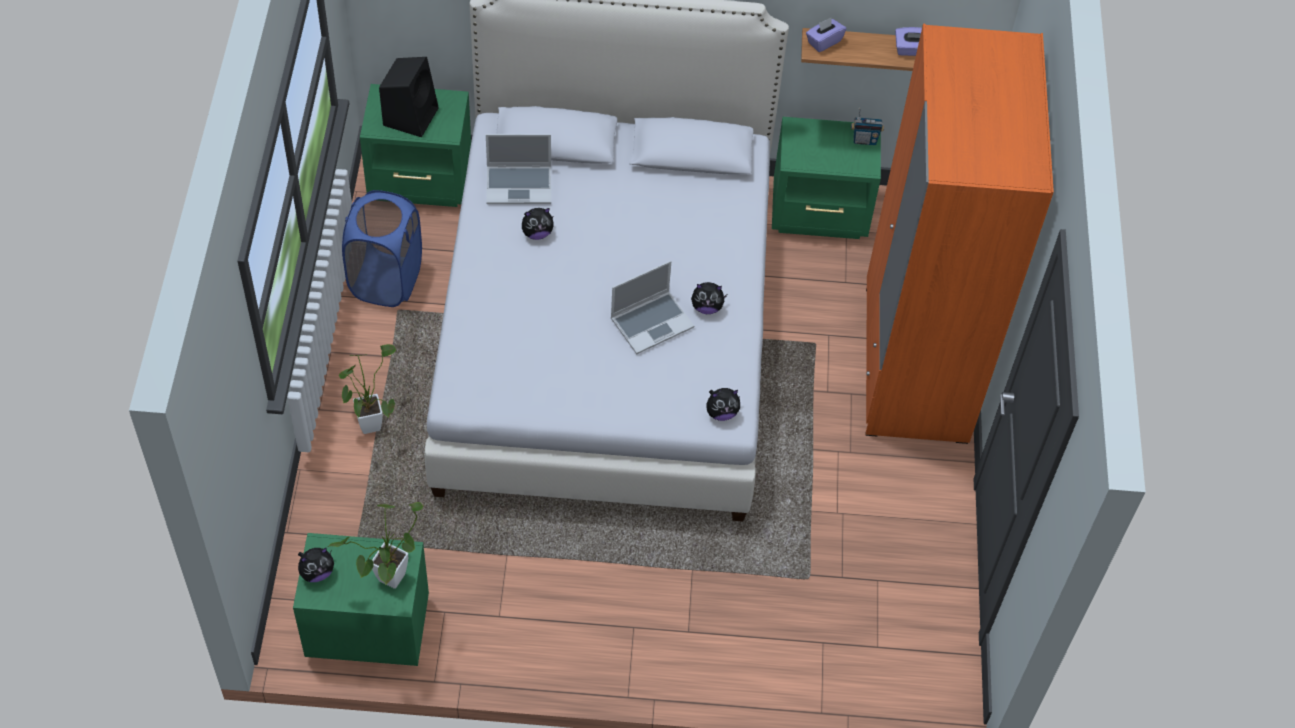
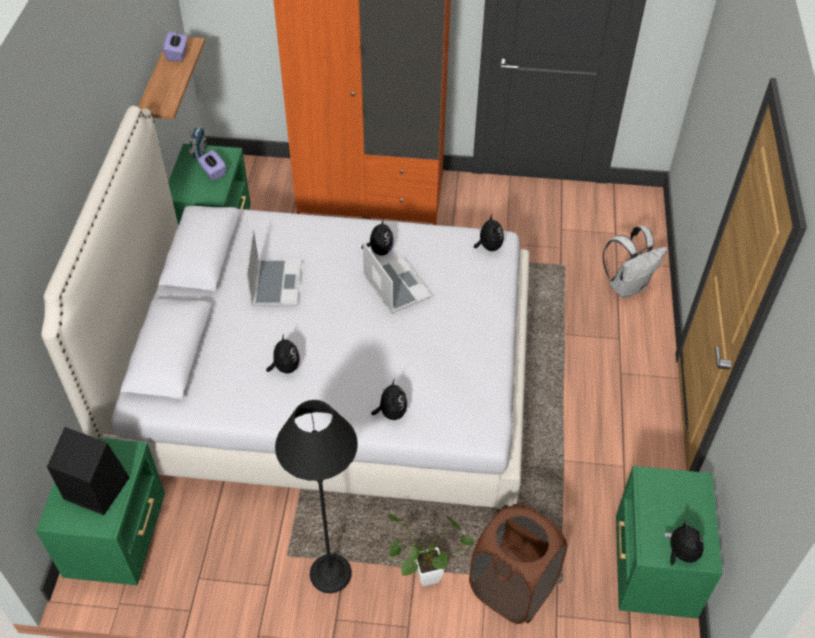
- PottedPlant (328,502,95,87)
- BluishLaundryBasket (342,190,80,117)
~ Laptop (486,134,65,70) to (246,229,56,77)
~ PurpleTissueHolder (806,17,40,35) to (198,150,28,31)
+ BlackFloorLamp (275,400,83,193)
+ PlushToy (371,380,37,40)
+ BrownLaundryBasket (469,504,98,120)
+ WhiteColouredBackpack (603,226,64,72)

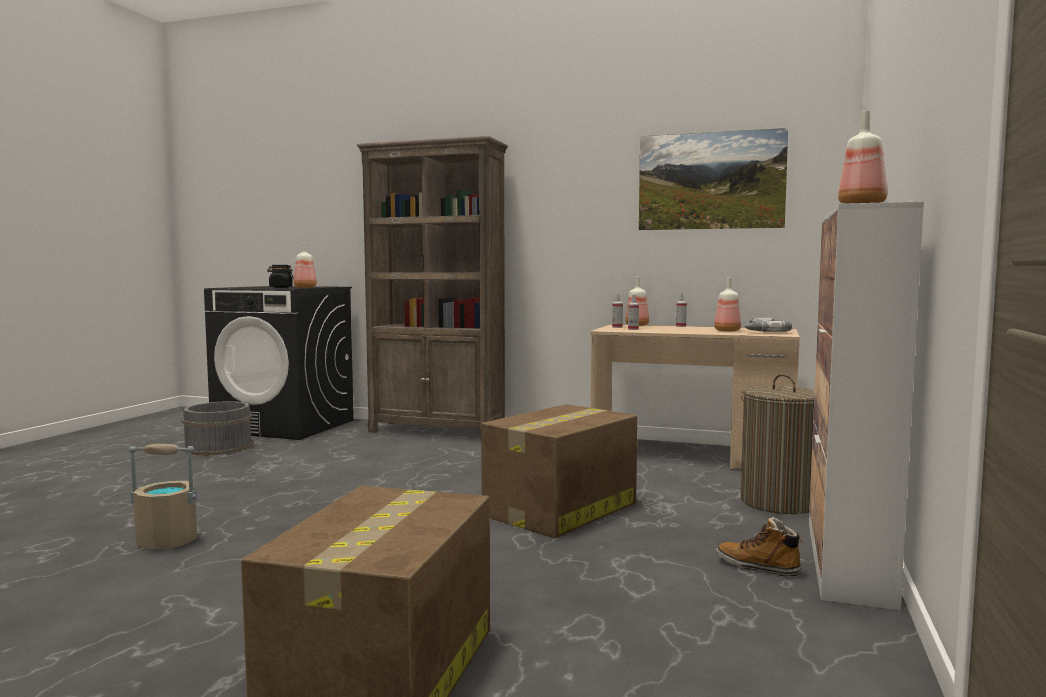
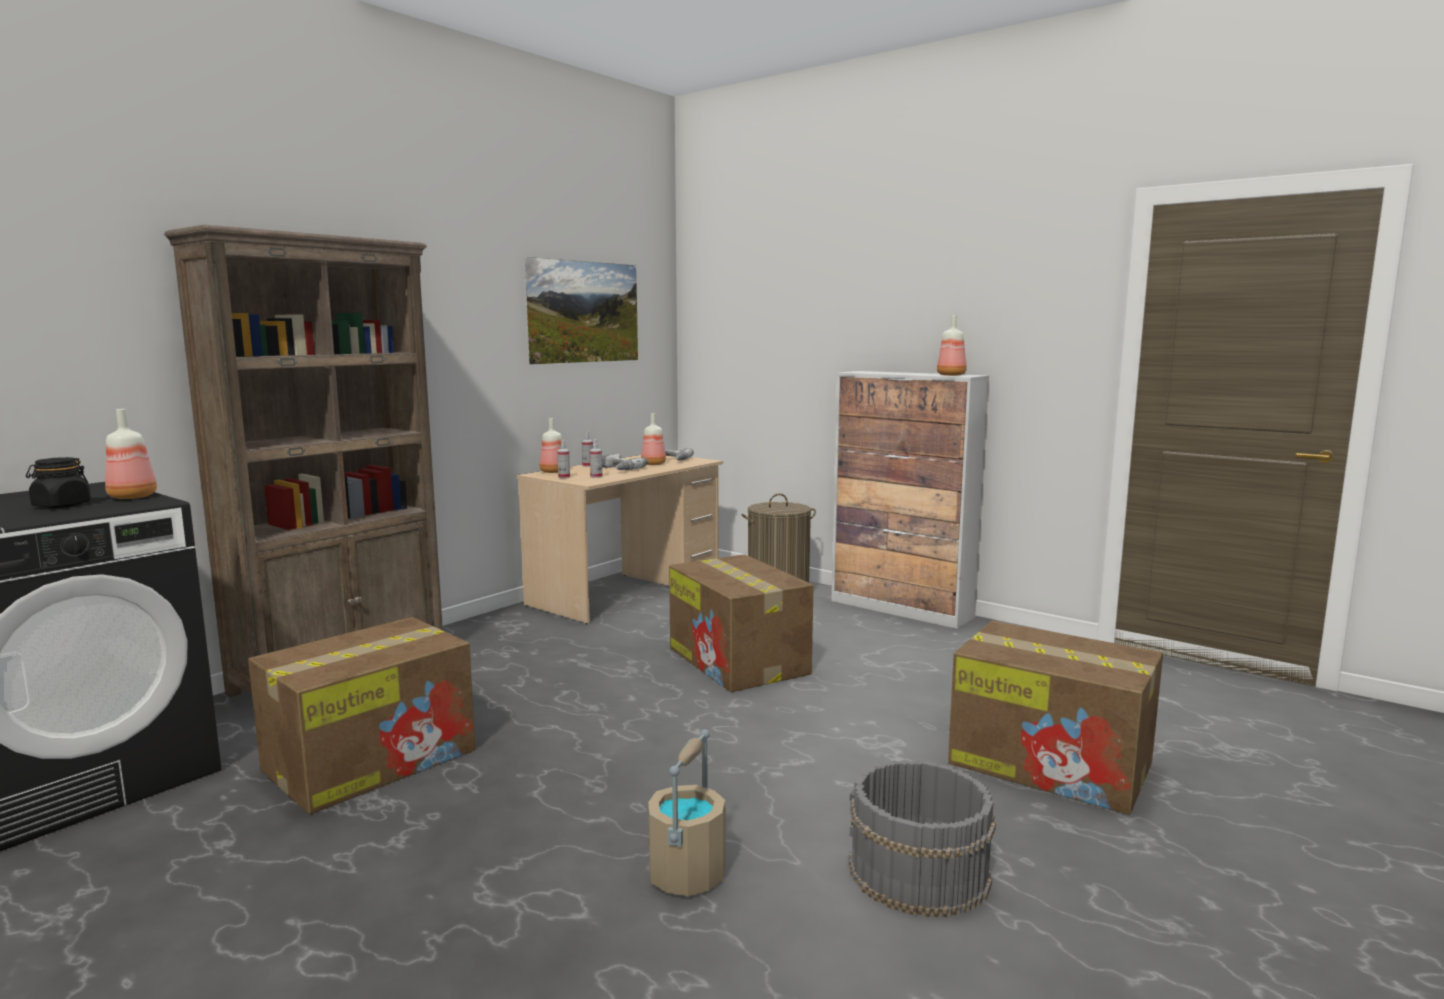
~ GrayBucket (182,401,71,54) to (849,760,147,158)
- Boot (716,517,87,59)
+ PackingBox (248,617,228,197)
+ ElectricDrill (602,453,46,17)

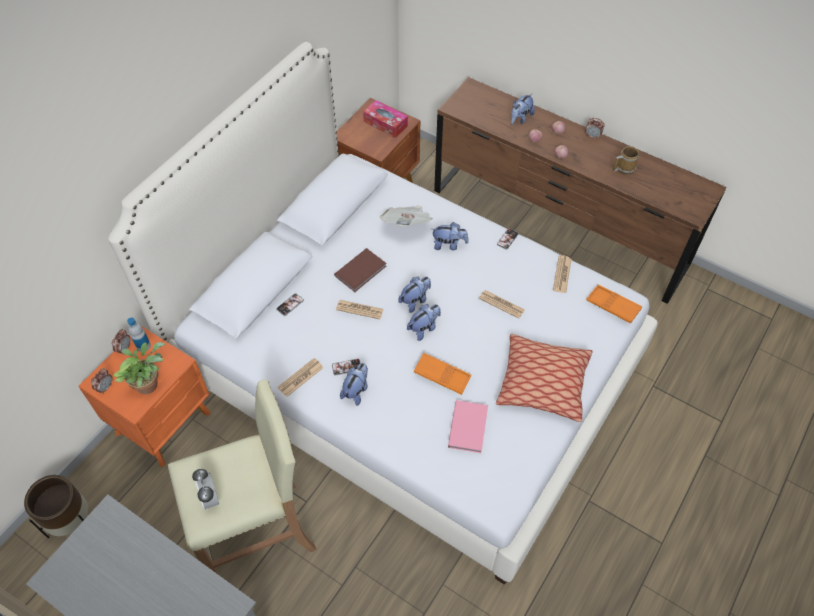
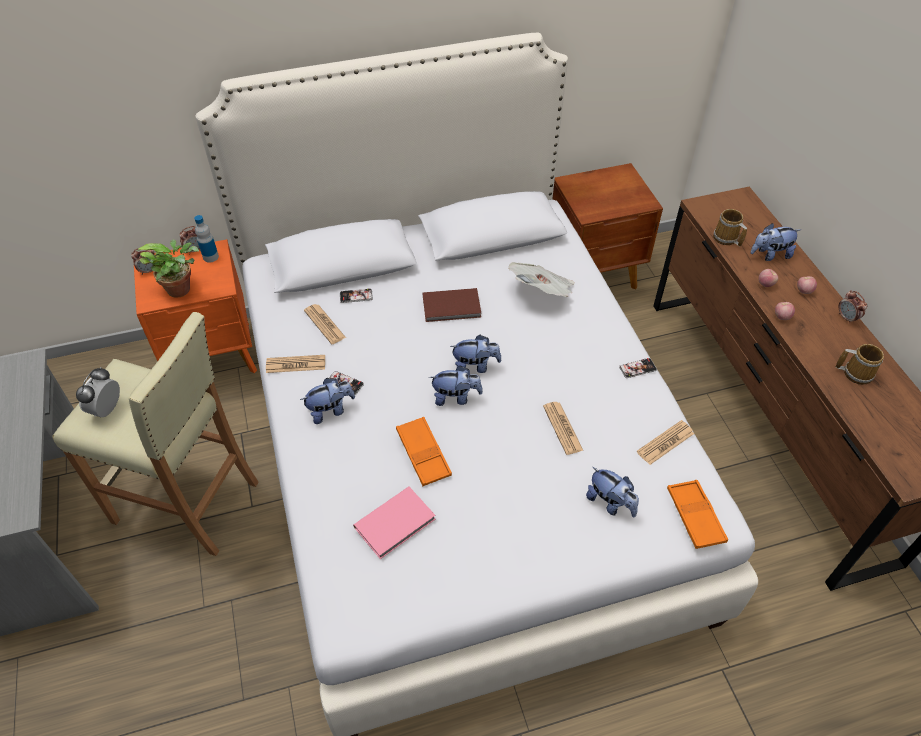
- BrownPlantPot (24,475,64,63)
~ Newspaper (336,300,48,19) to (304,304,42,40)
- TissueHolder (363,100,45,38)
~ PlushToy (432,222,36,28) to (586,467,53,51)
- Pillow (496,334,97,88)
+ Mug (713,209,34,37)

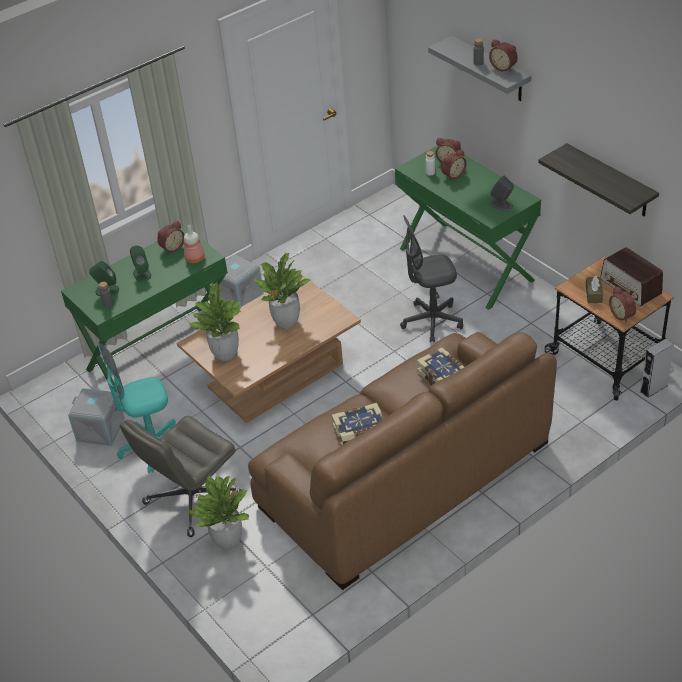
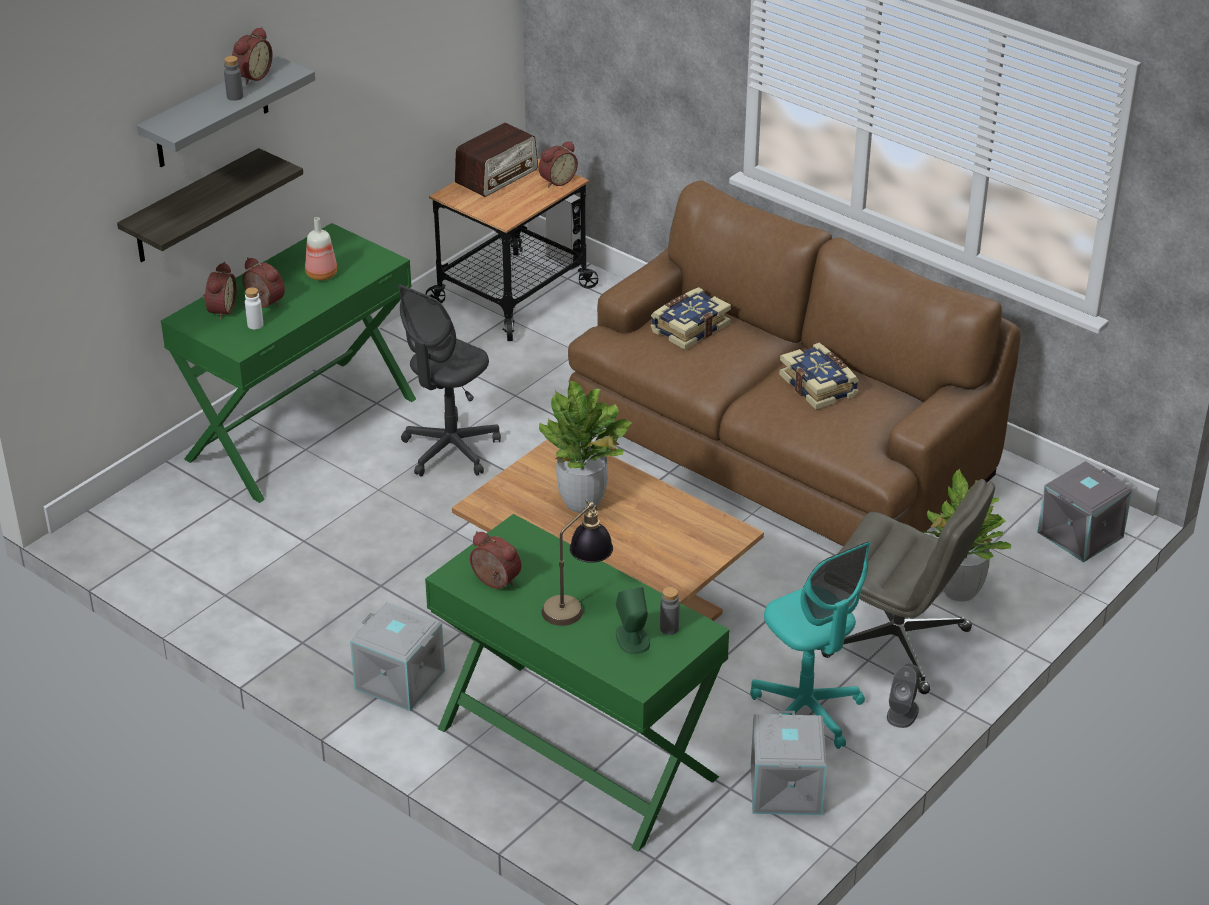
~ GreenAudioSpeaker (130,246,21,36) to LampForATable (541,500,72,126)
~ Bottle (184,225,21,38) to (305,217,32,63)
- PottedPlant (188,283,53,78)
~ GrayComputerChair (400,215,63,127) = (398,285,103,192) 60 degrees clockwise
~ GrayAudioSpeaker (490,176,24,35) to (887,664,33,64)
~ Shelf (538,143,121,74) to (117,148,186,114)
- BrownTissueHolder (586,275,17,28)
+ GrayStorageBin (1037,461,95,102)

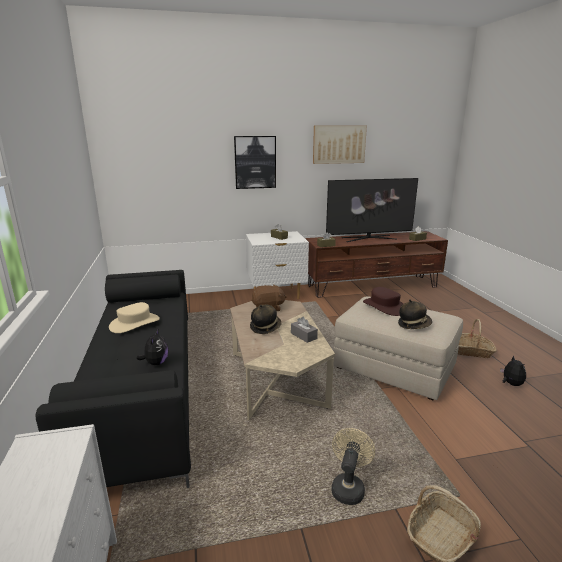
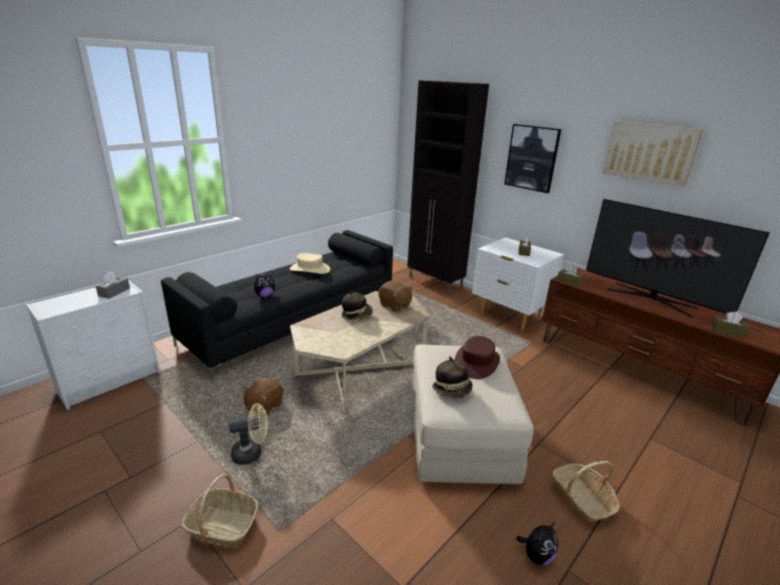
~ GrayTissueHolder (291,317,27,26) to (95,271,35,28)
+ BrownPlushToy (242,378,41,37)
+ BlackStorageCabinet (407,81,82,213)

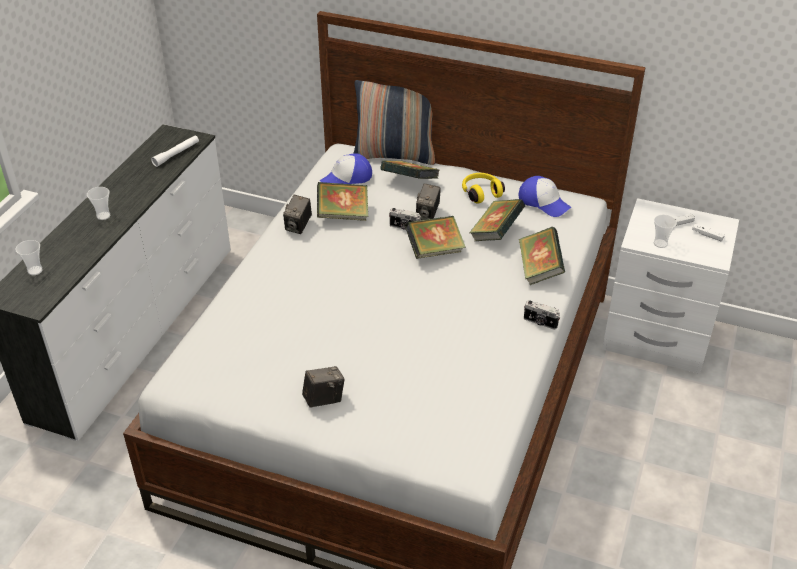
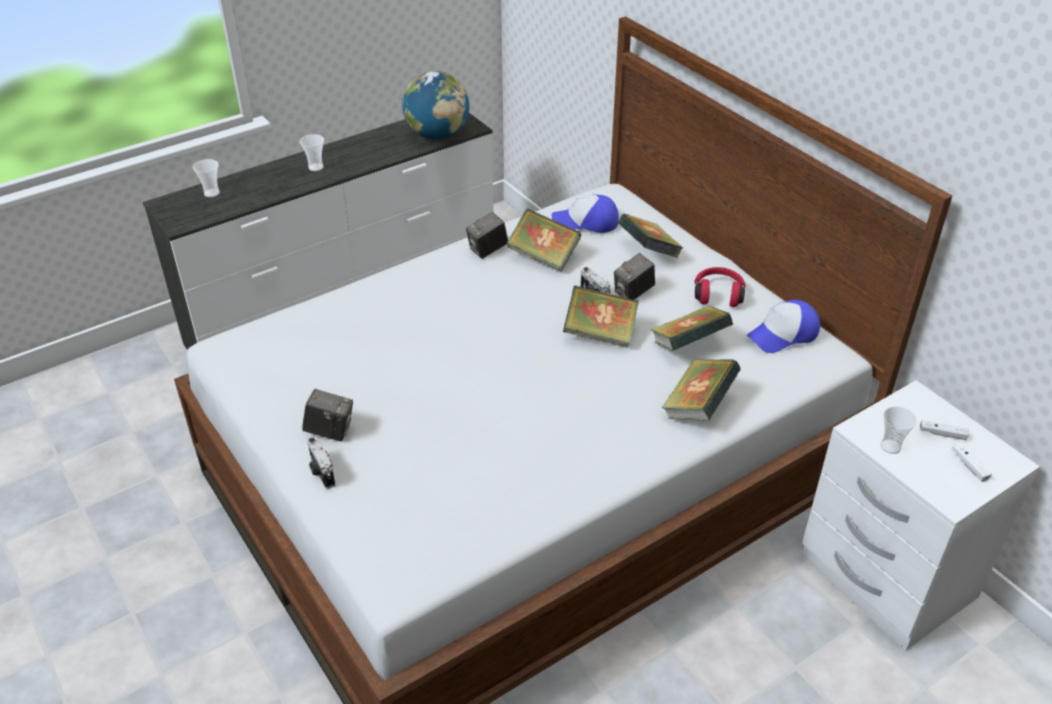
~ WhiteColouredHandTorch (151,135,48,32) to Globe (402,71,67,69)
- Pillow (353,80,82,85)
~ YellowHeadset (462,173,43,31) to RedColouredHeadset (695,267,50,40)
~ BaseballCap (518,176,53,41) = (746,300,74,53) 75 degrees clockwise
~ StillCamera (524,300,36,30) to (307,437,28,52)

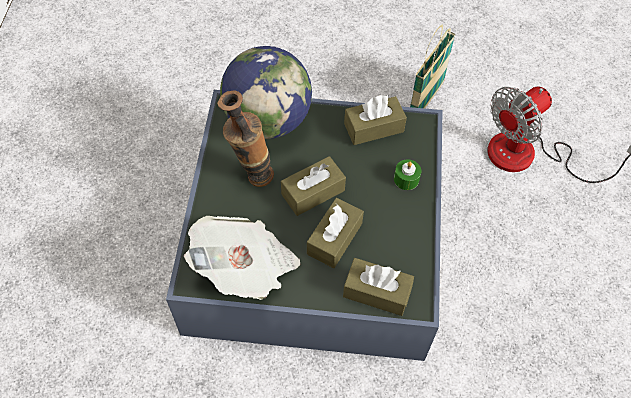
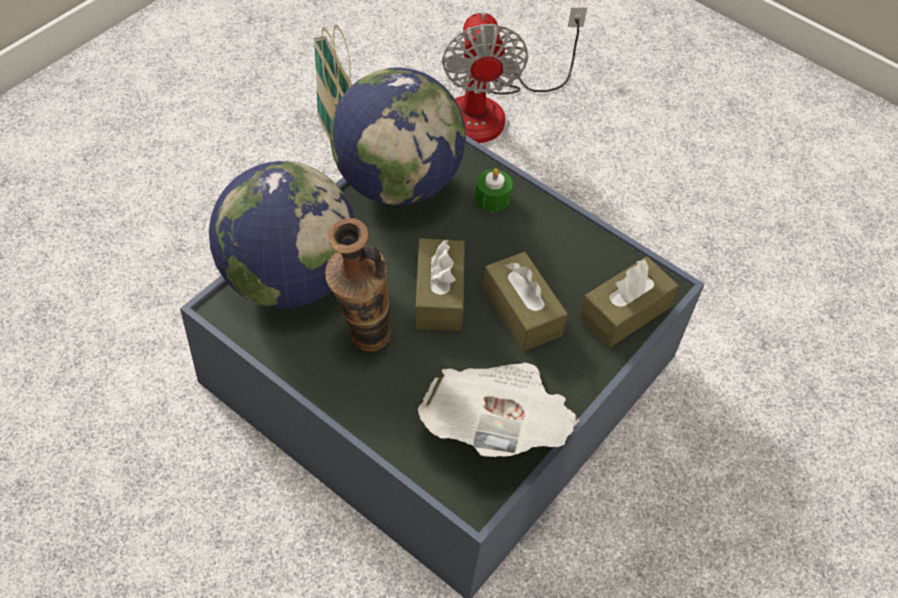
~ BrownTissueHolder (344,95,63,50) to Globe (330,67,136,138)

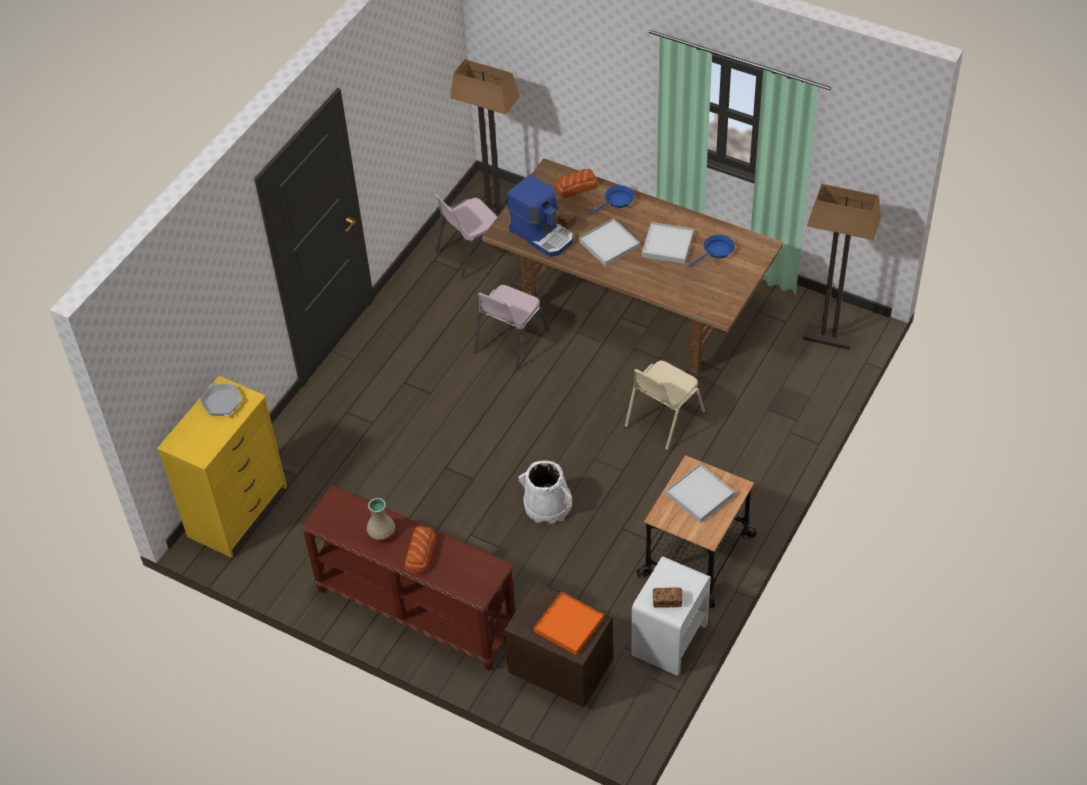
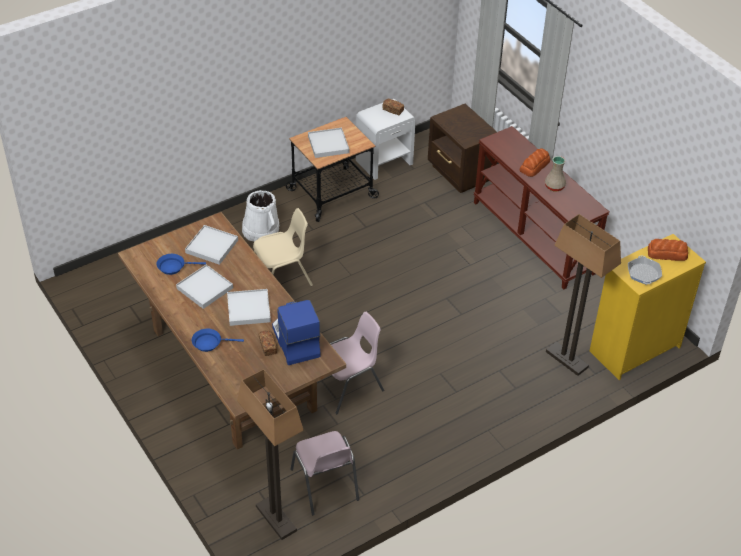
~ PinkChair (435,194,76,85) = (290,431,69,84) 75 degrees clockwise
~ WhiteColouredBucket (518,460,54,64) to (242,190,37,52)
- OrangeCarryingTray (534,592,70,63)
~ Bread (555,169,42,29) to (648,239,40,22)
~ FloorLamp (803,184,78,166) to (546,214,75,162)
+ WhiteColouredCarryingTray (185,225,53,40)

